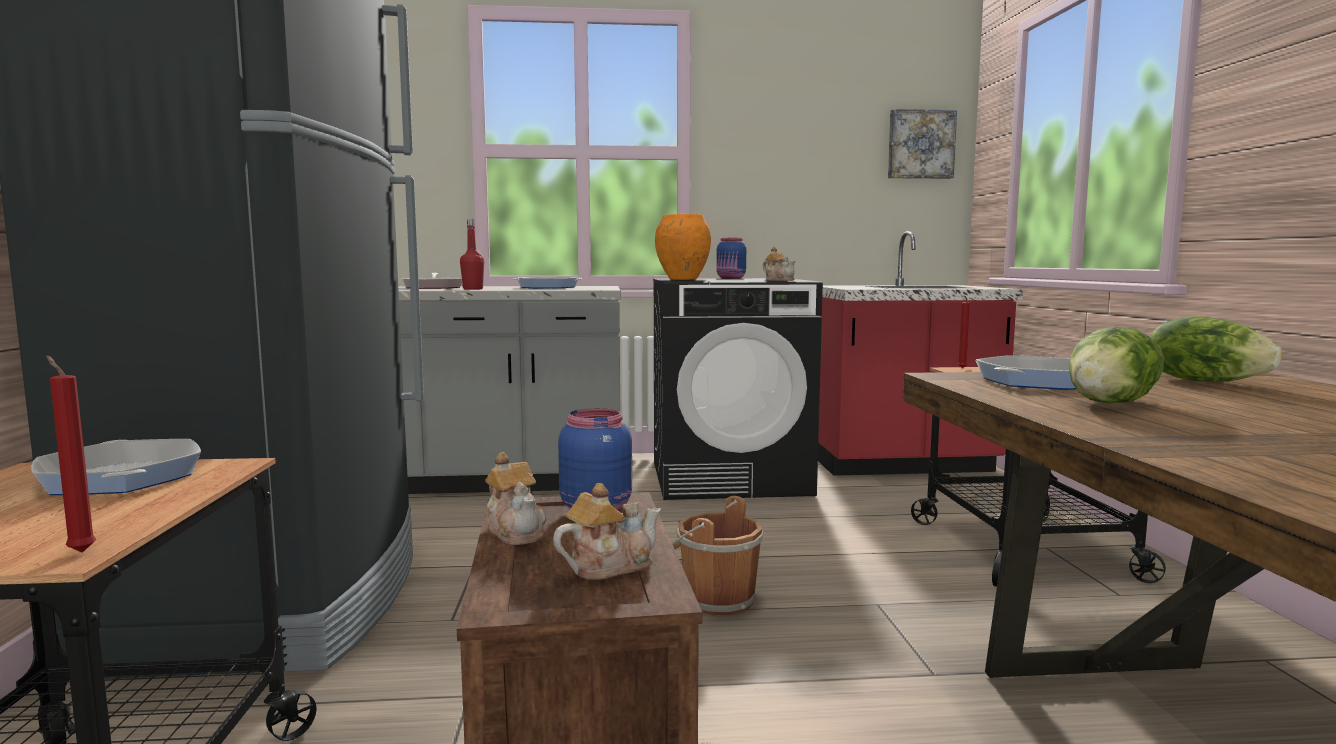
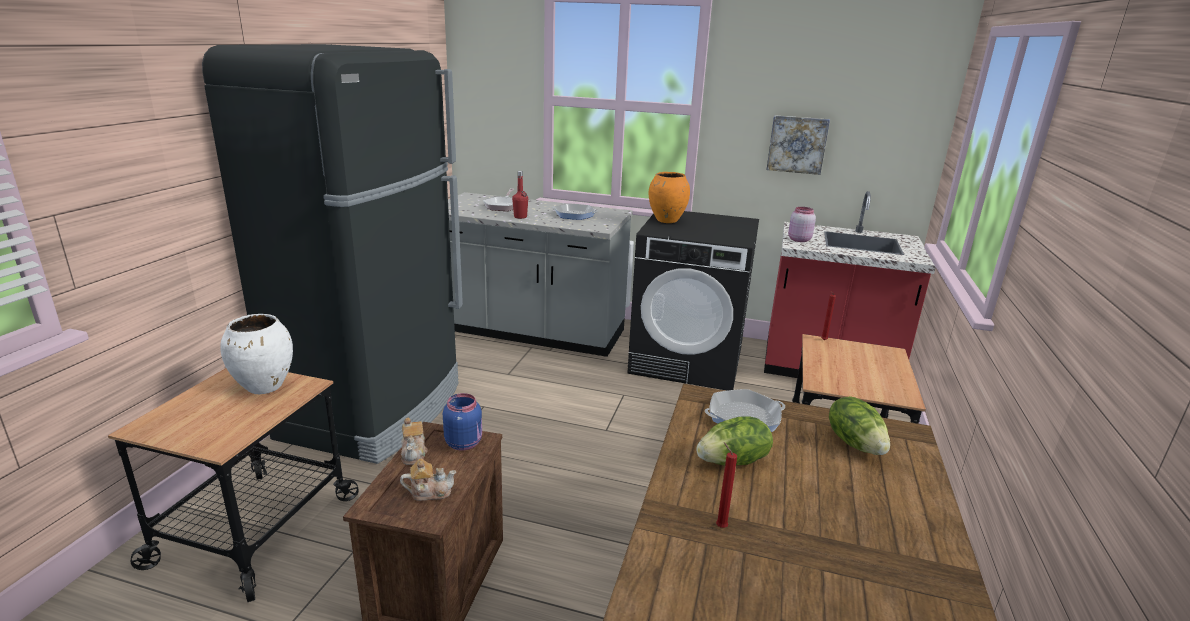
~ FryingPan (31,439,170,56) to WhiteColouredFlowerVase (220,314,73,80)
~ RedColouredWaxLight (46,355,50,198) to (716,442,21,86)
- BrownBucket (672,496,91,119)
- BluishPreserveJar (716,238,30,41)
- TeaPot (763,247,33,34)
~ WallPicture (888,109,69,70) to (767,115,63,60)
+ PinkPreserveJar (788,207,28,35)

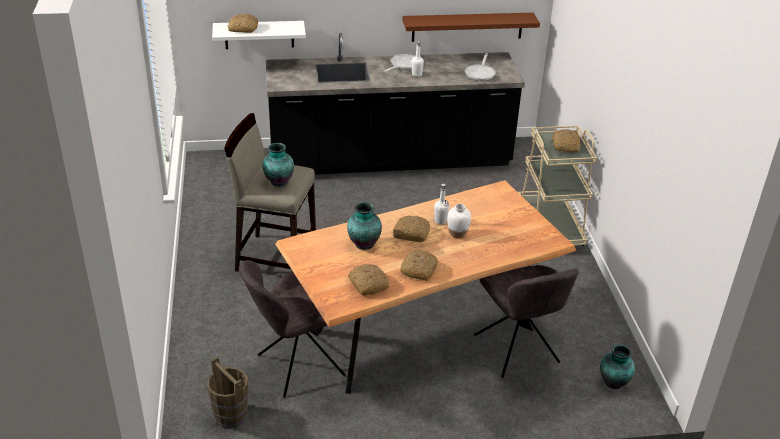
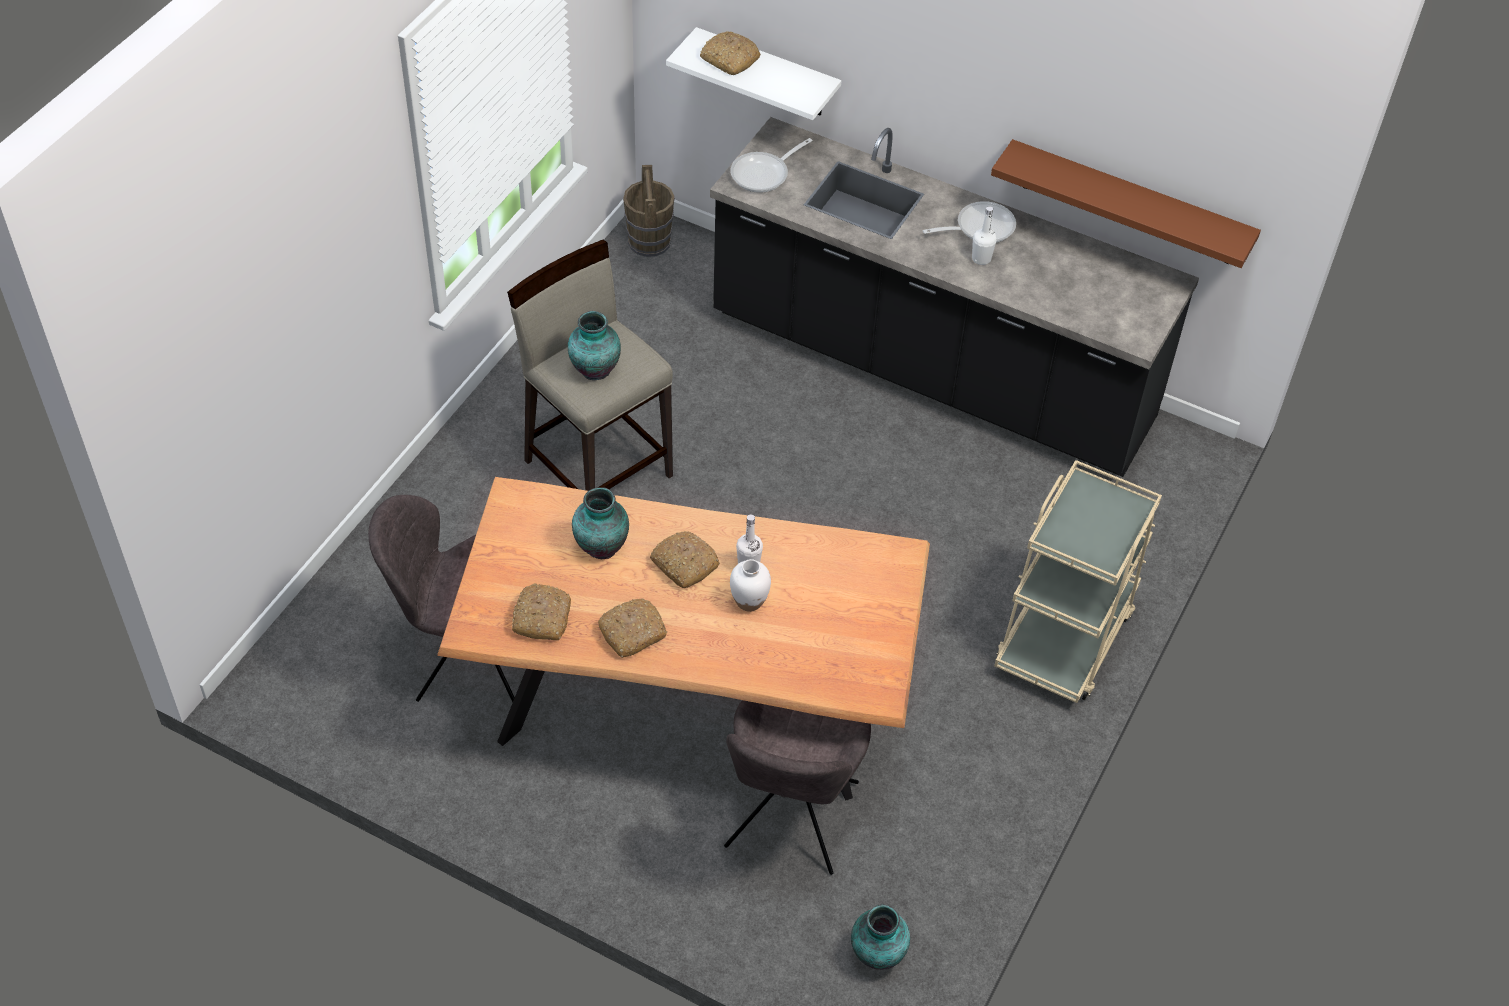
~ BrownBucket (207,357,41,71) to (623,165,52,92)
~ FryingPan (465,53,31,28) to (730,138,82,55)
- Bread (552,129,28,24)

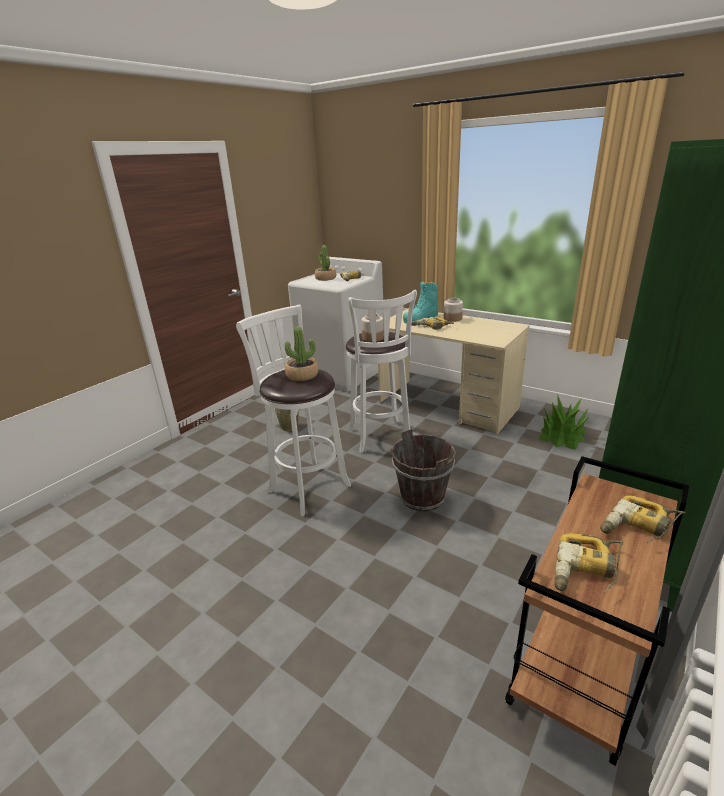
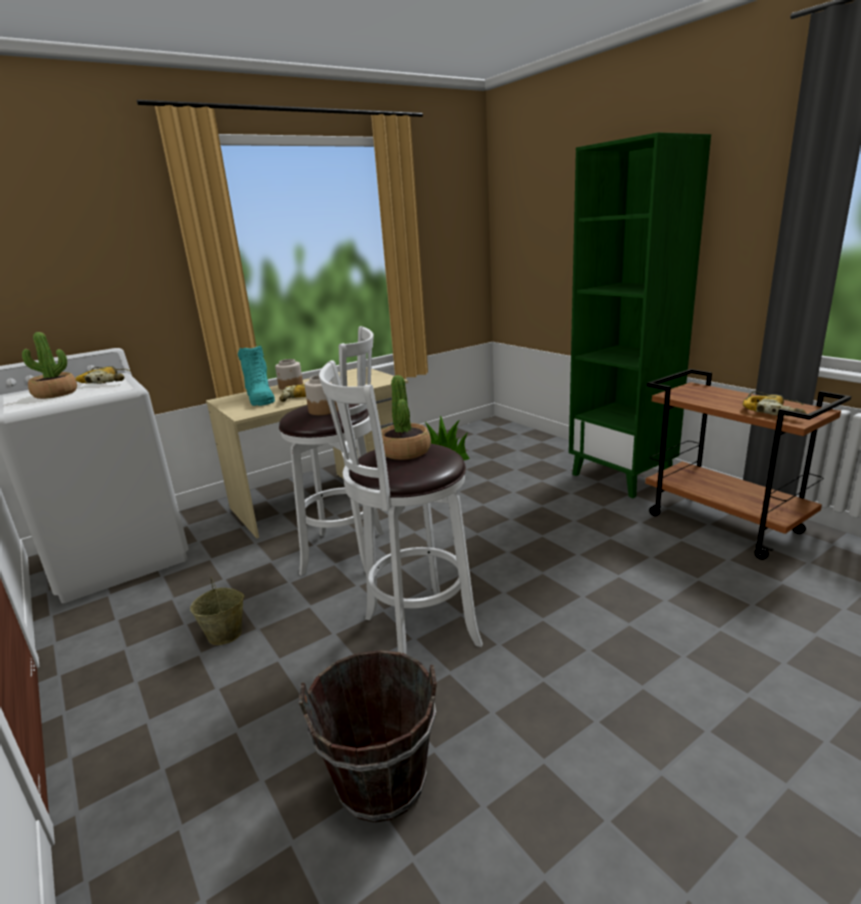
~ BrownBucket (391,429,65,83) to (299,650,138,173)
- ElectricDrill (600,495,85,48)

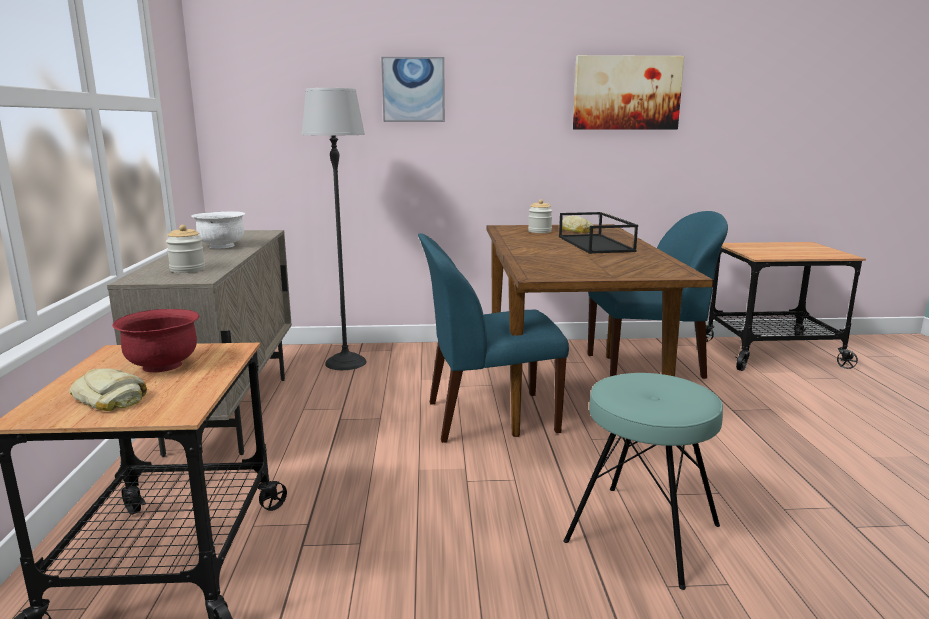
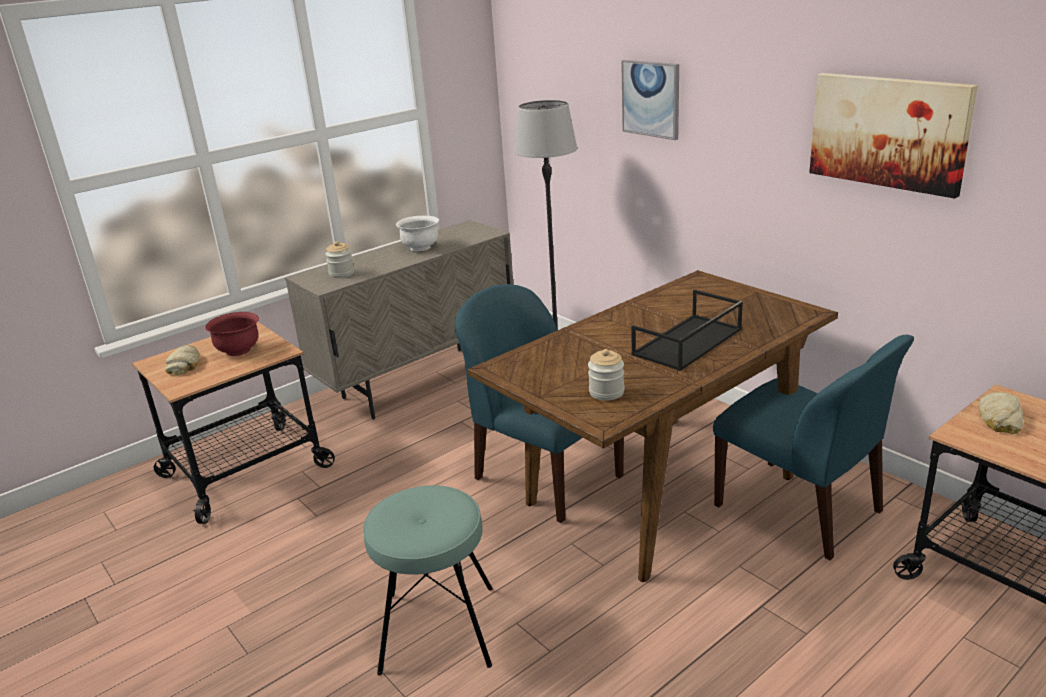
~ PreserveJar (528,199,25,34) to (588,349,36,52)
~ Bread (559,216,35,17) to (979,392,44,42)

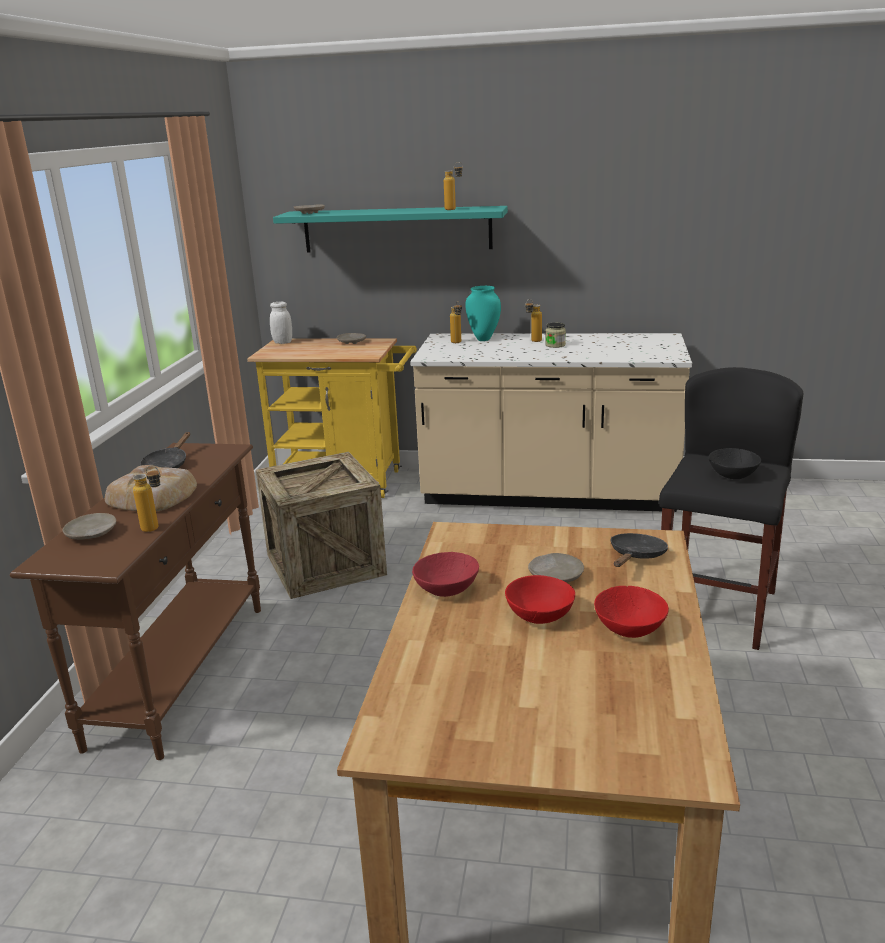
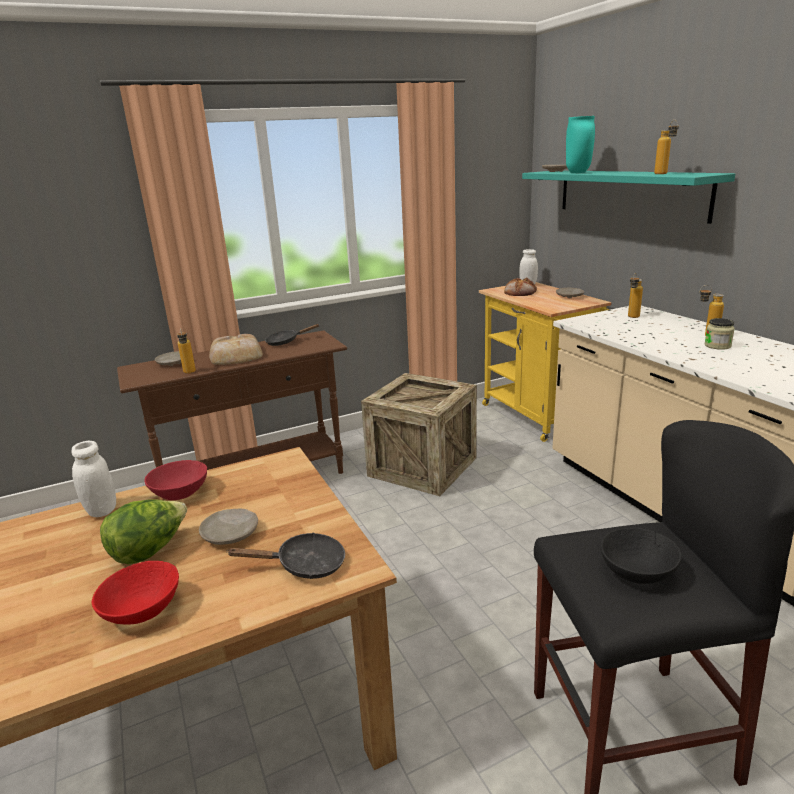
~ TurquoiseColouredFlowerVase (466,286,35,55) to (566,116,29,57)
~ RedColouredServingBowl (505,575,70,49) to HeadOfLettuce (100,499,87,65)
+ WhiteColouredPreserveJar (71,441,45,76)
+ Bread (504,278,33,18)

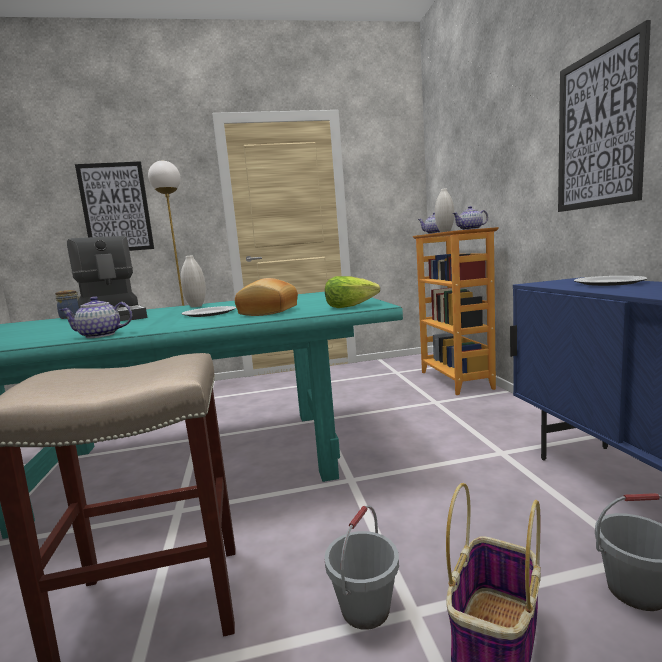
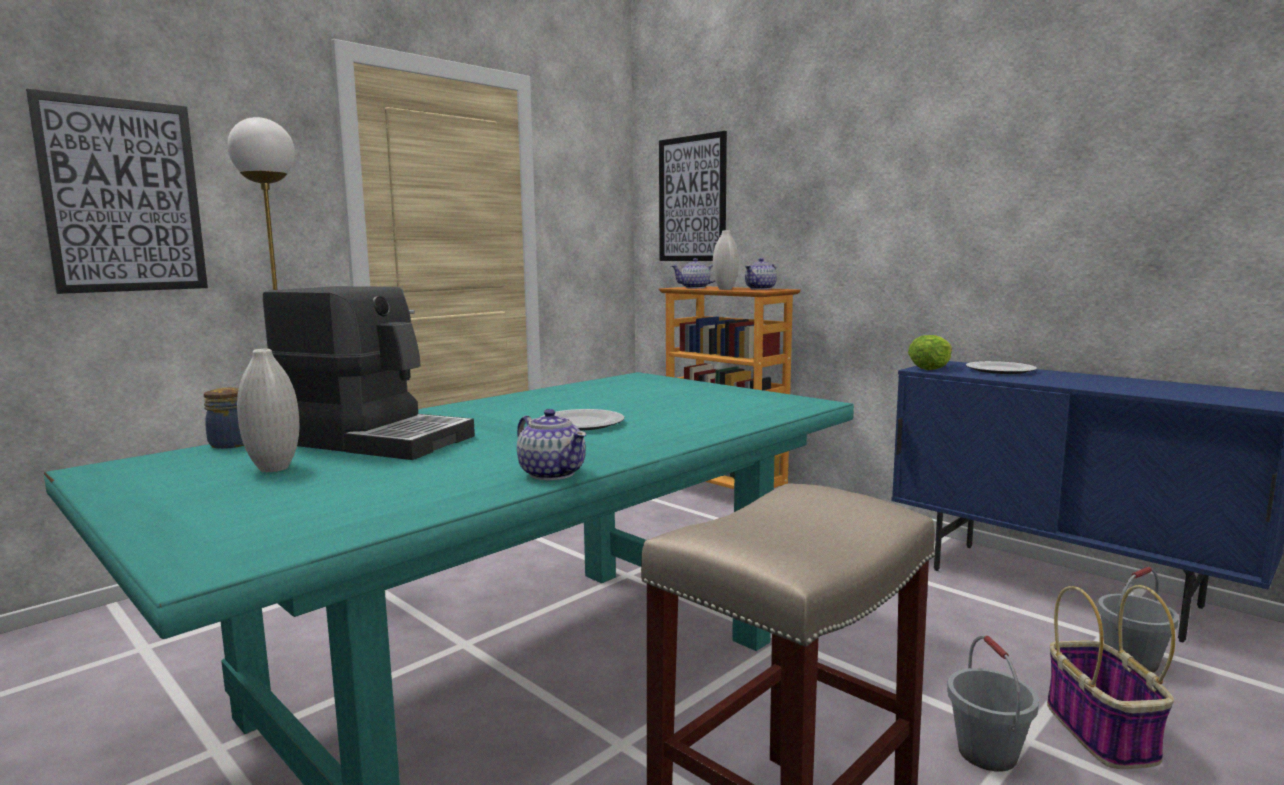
~ TeaPot (60,296,72,42) = (517,409,70,71) 90 degrees counterclockwise
~ WhiteColouredFlowerVase (181,255,25,52) to (237,349,62,123)
- Bread (235,278,63,38)
~ HeadOfLettuce (325,276,55,32) to (908,335,44,35)
~ WallPicture (558,20,93,192) to (659,131,68,130)

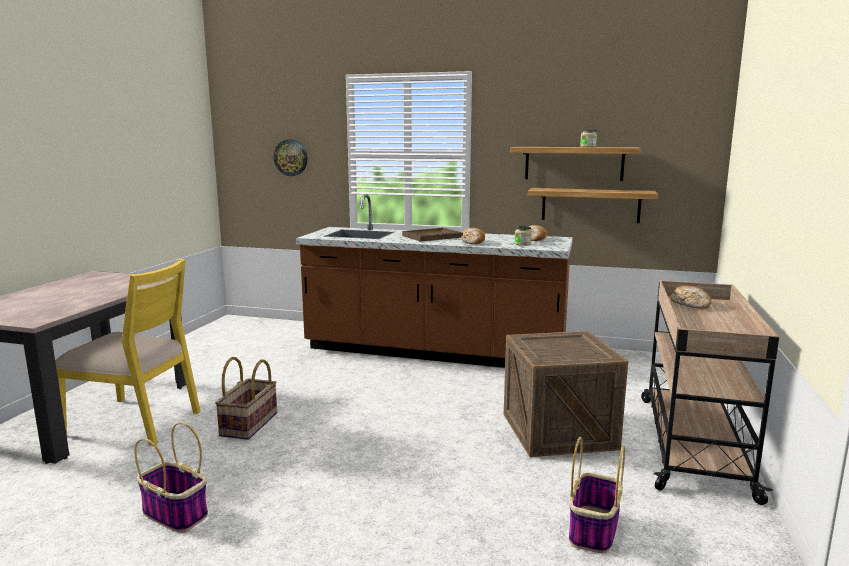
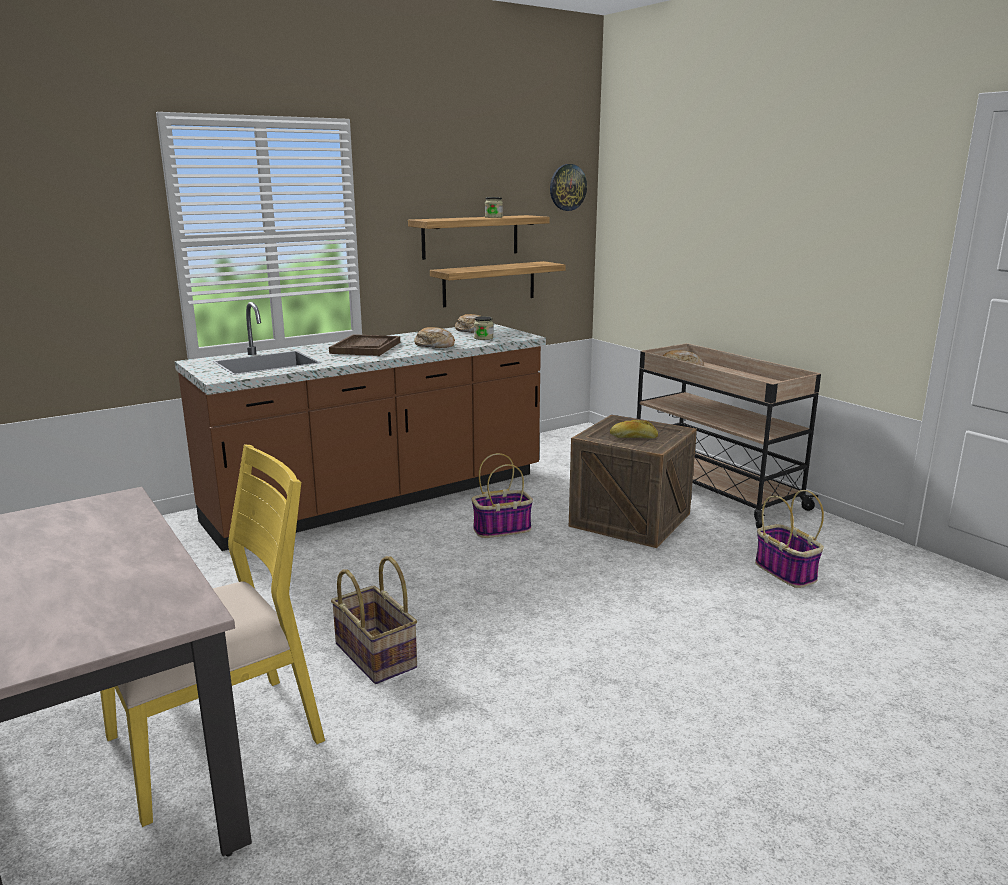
~ StorageBasket (134,422,74,111) to (472,453,61,85)
~ ClockOnTheWall (274,140,33,36) to (550,164,37,47)
+ Bread (610,420,48,19)

